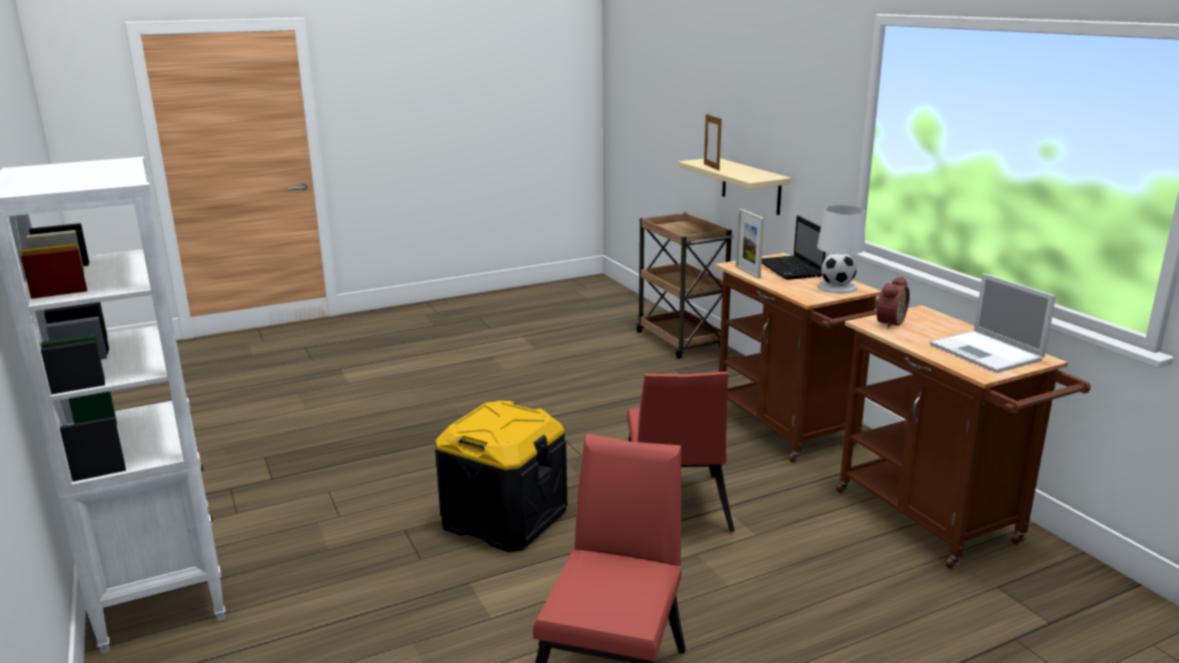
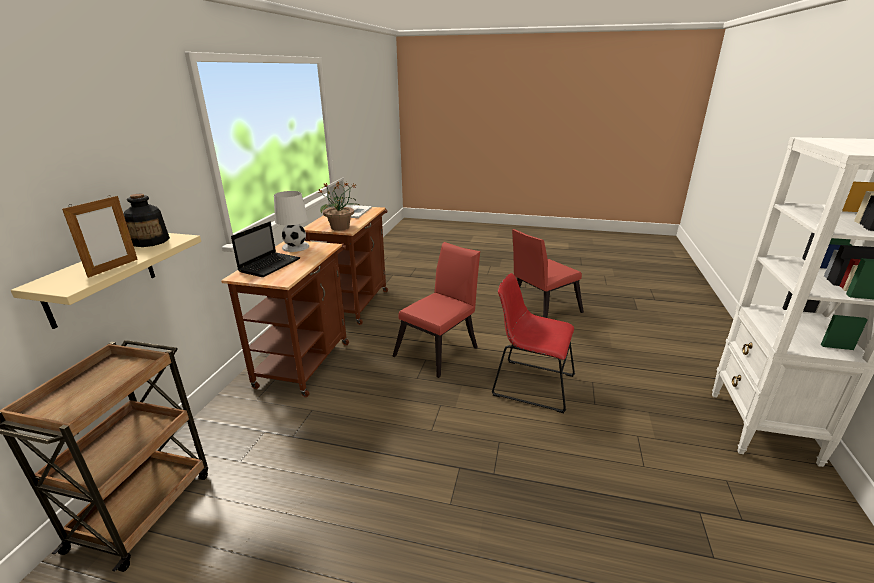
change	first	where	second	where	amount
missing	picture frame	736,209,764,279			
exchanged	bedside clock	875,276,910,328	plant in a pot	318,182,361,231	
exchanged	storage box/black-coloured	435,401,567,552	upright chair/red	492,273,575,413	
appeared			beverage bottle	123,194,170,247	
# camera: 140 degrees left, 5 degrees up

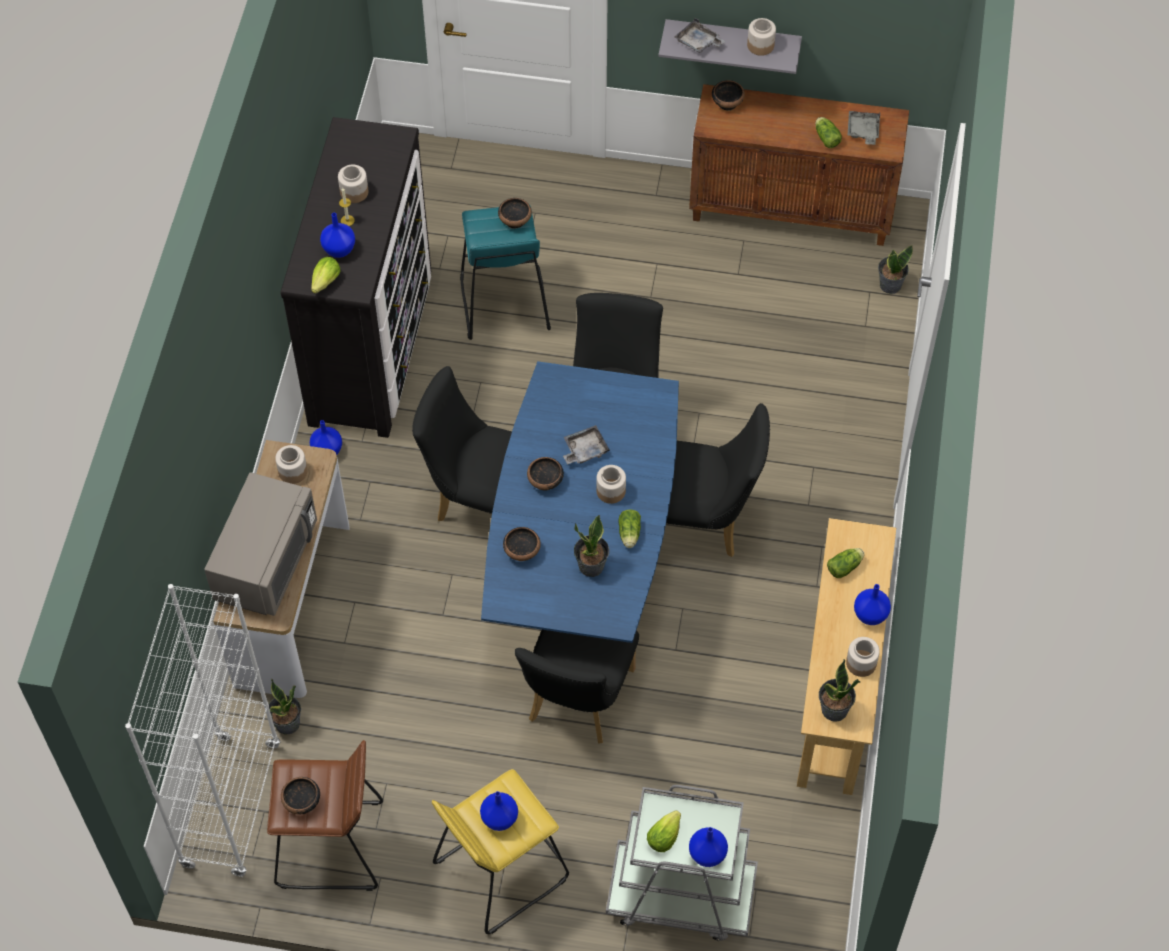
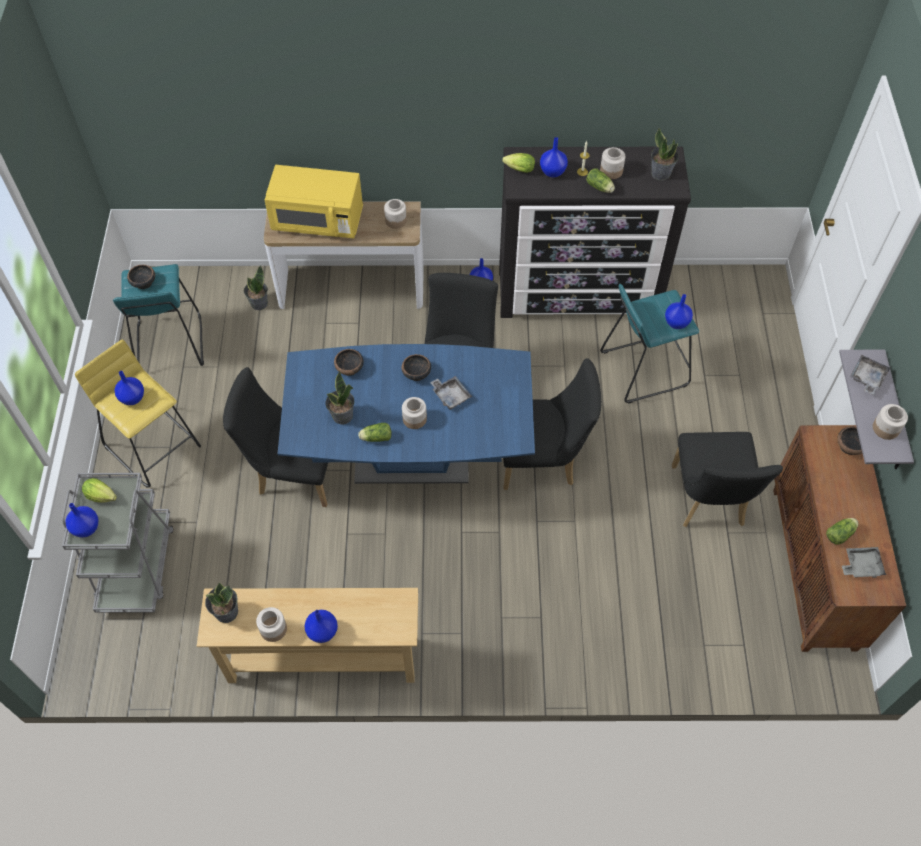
change	first	where	second	where	amount
exchanged	bowl	498,198,532,229	decorative vase/blue	665,294,693,329	
relocated	plant in a pot	878,245,913,294		651,128,679,180	
relocated	upright chair/black-coloured	666,403,770,557		672,432,783,527	
colour	kitchen microwave/grey	204,472,317,616	kitchen microwave/yellow-coloured	265,165,363,238	
relocated	lettuce	827,548,864,578		586,168,615,193	
missing	bookcase/white-coloured	125,584,281,878			
colour	stool seat/brownish	267,740,383,891	stool seat/turquoise-coloured	113,264,204,366	
# camera: 80 degrees right, 0 degrees up

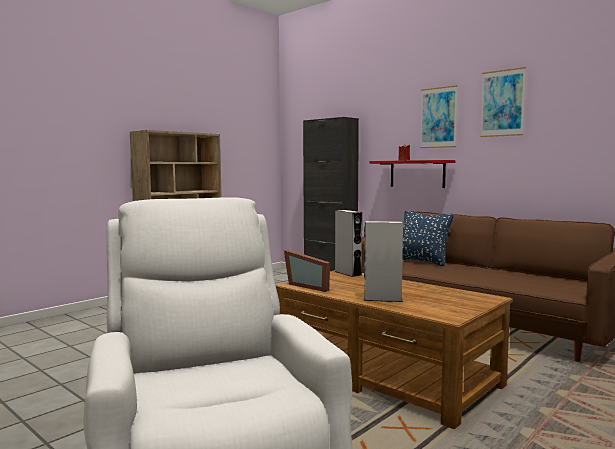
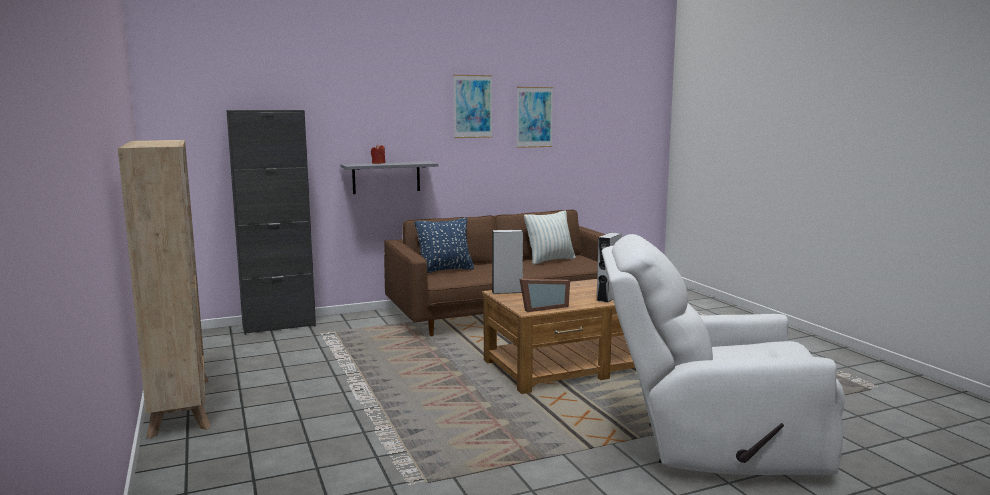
change	first	where	second	where	amount
relocated	wall picture	420,85,458,148		517,87,553,148	
colour	wall shelf/red	369,160,455,188	wall shelf/grey	340,161,438,194	
appeared			throw pillow	524,210,576,265	
# camera: 65 degrees left, 5 degrees up

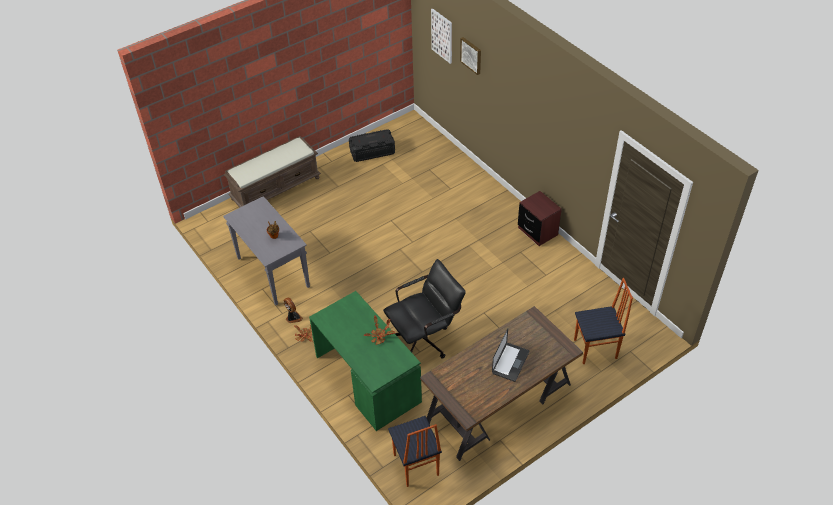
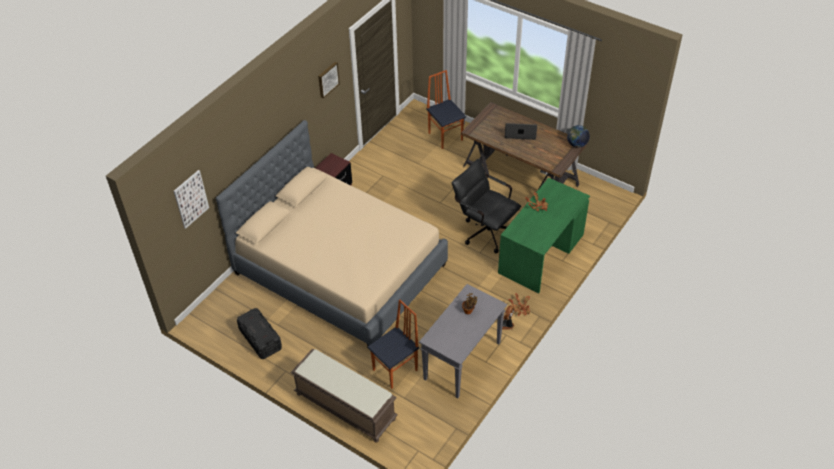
change	first	where	second	where	amount
relocated	wall picture	460,37,481,75		318,62,340,98	
relocated	upright chair	388,416,442,487		367,299,419,389	
appeared			sleeping bed/sand-coloured	216,120,448,346	
appeared			world globe	567,125,590,148	
# camera: 110 degrees left, 0 degrees up

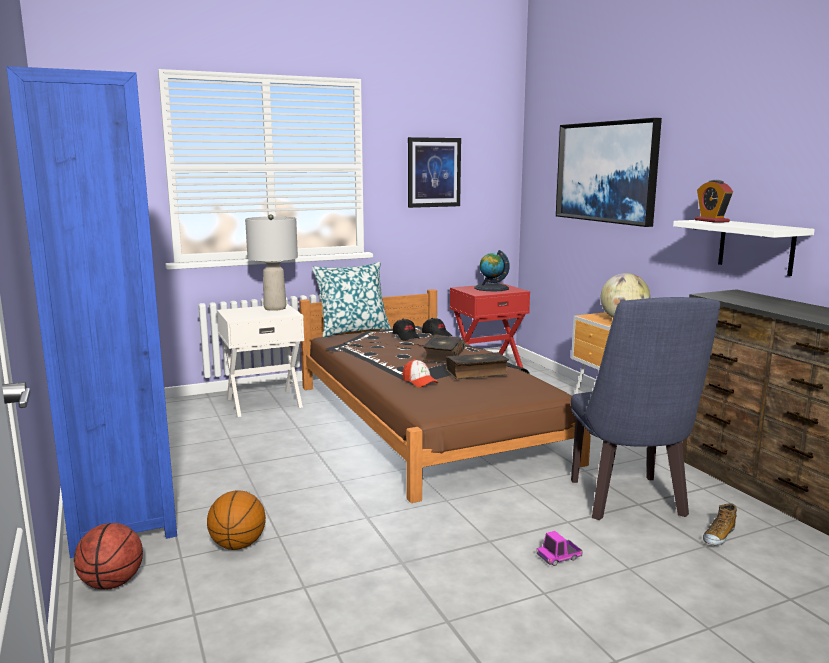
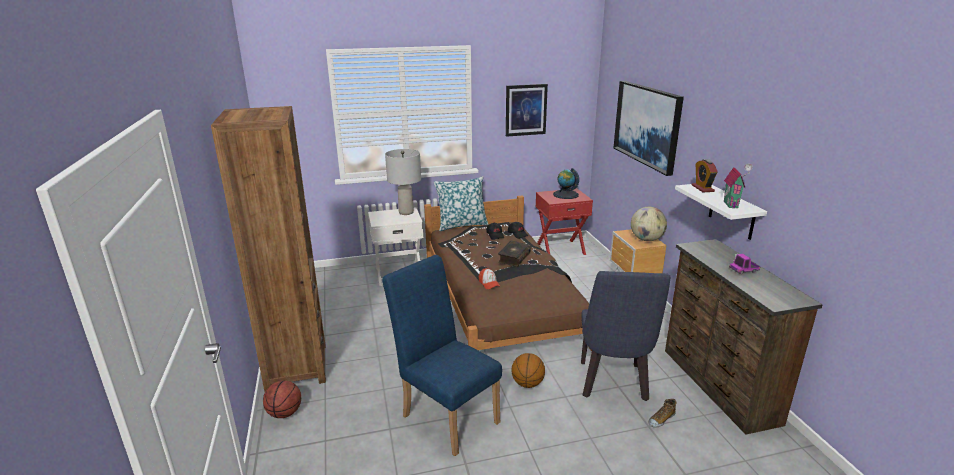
change	first	where	second	where	amount
colour	bookcase/blue	6,66,177,558	bookcase/brownish	211,106,326,392	
missing	volume	446,352,509,379			
relocated	ball for basketball	207,490,266,550		511,353,545,388	
relocated	toy lorry	537,531,583,566		729,254,760,274	
appeared			model house	724,164,753,209	
appeared			upright chair/blue	382,255,502,456	
# camera: 10 degrees right, 10 degrees up

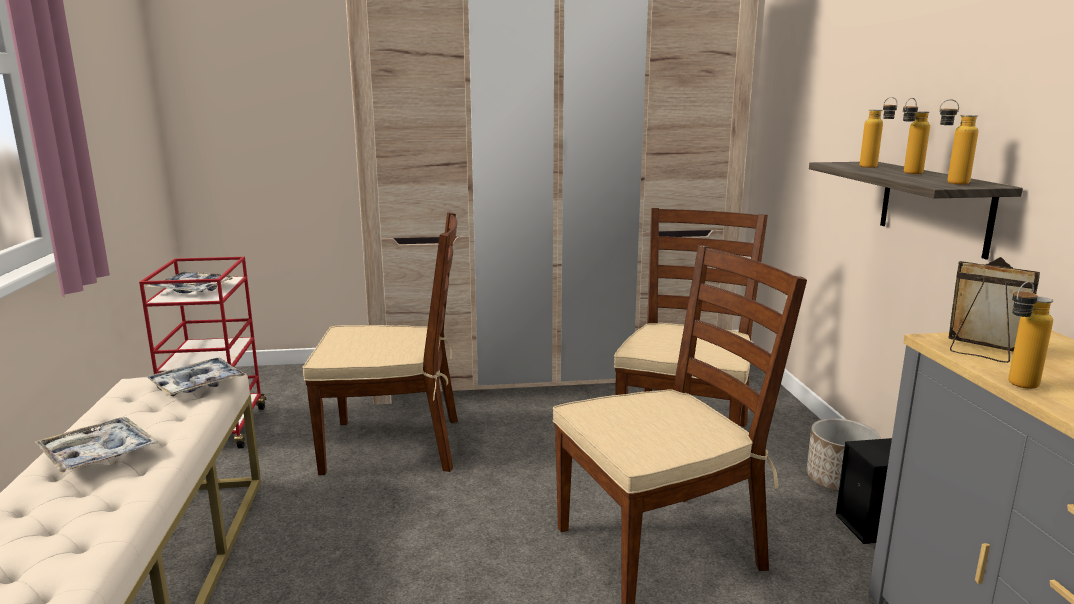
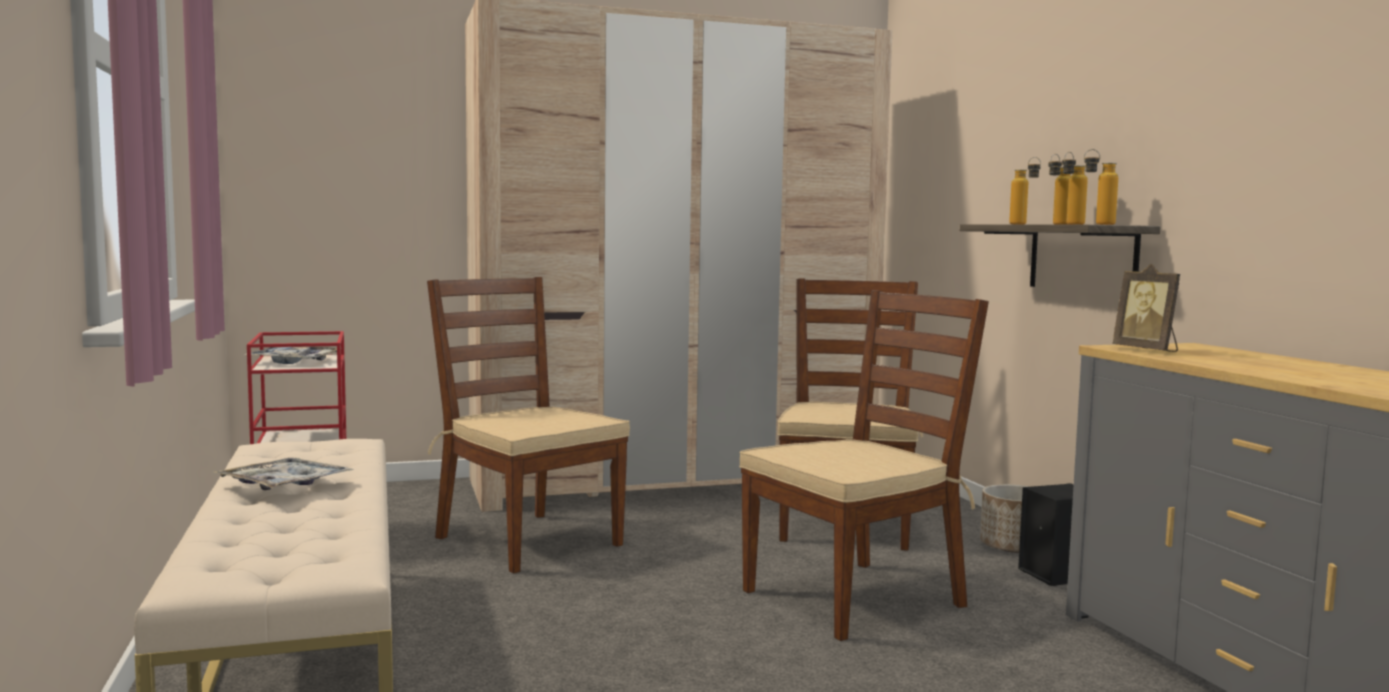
change	first	where	second	where	amount
spun	upright chair/brownish	302,212,458,475		427,277,630,573	120 degrees counterclockwise
spun	picture frame	949,257,1040,363		1112,264,1180,352	150 degrees counterclockwise
relocated	beverage bottle	1008,281,1053,389		1062,152,1088,225	
missing	serving tray	146,357,245,396			
# camera: 10 degrees left, 10 degrees down

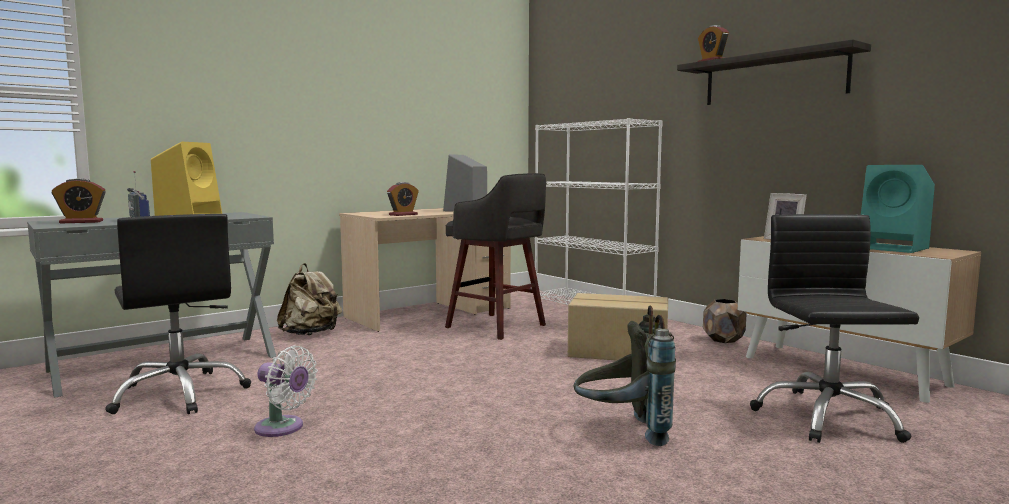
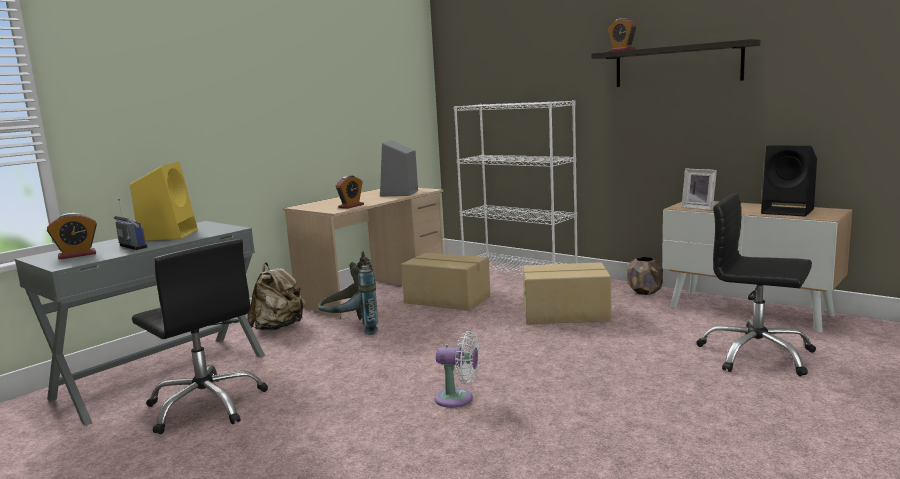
change	first	where	second	where	amount
colour	audio speaker/turquoise-coloured	861,165,935,253	audio speaker/black-coloured	761,146,817,217	
exchanged	stool seat/grey	445,173,546,340	carton	401,252,491,311	
spun	desk chair/black-coloured	750,214,919,443		696,193,816,376	45 degrees counterclockwise
relocated	backpack/grey	573,306,676,446		318,251,378,335	
relocated	electric fan/white-coloured	254,345,318,437		435,331,480,408	
# camera: 10 degrees left, 5 degrees up

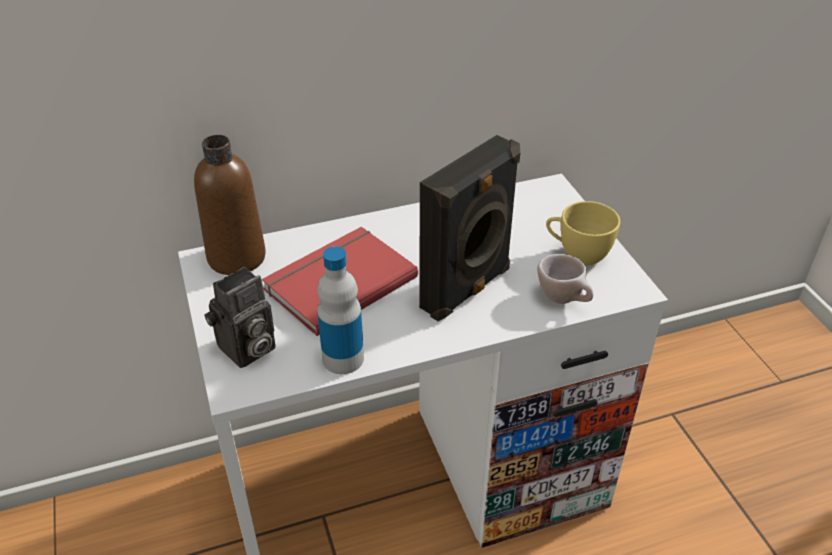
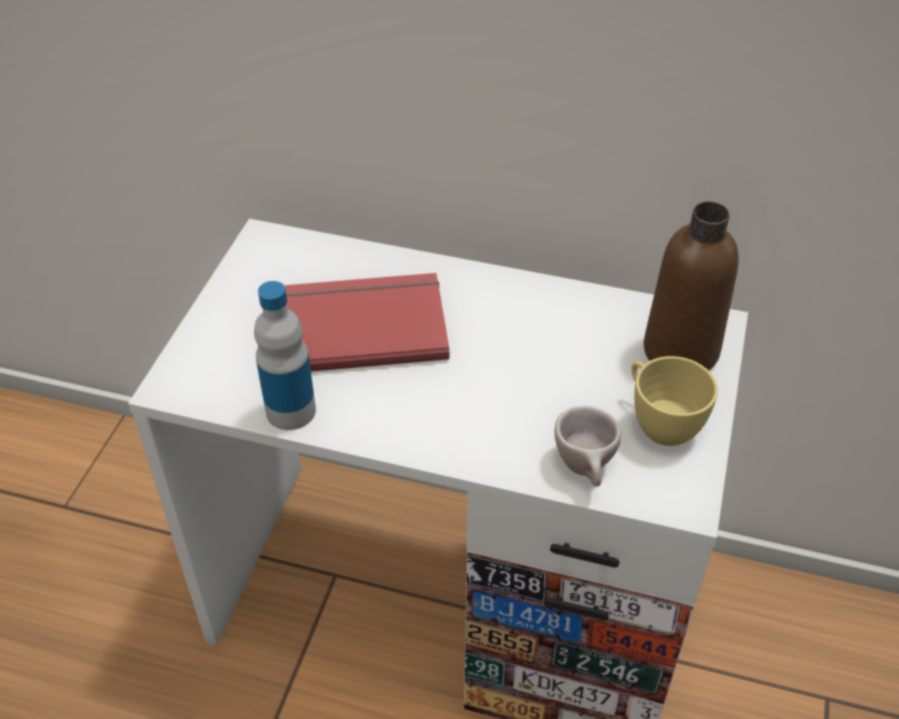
change	first	where	second	where	amount
relocated	beverage bottle/brownish	194,135,266,275		644,202,739,371	
missing	audio speaker/black-coloured	419,135,520,321			
missing	photo camera	204,267,276,368			
# camera: 35 degrees right, 5 degrees up

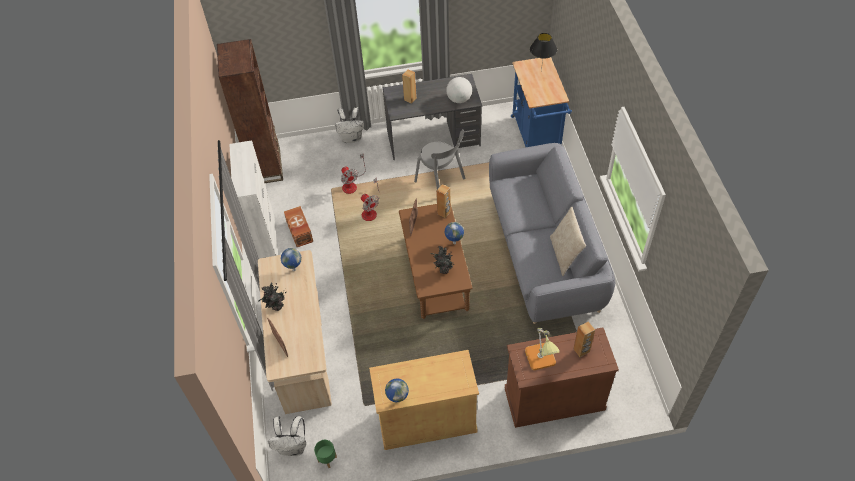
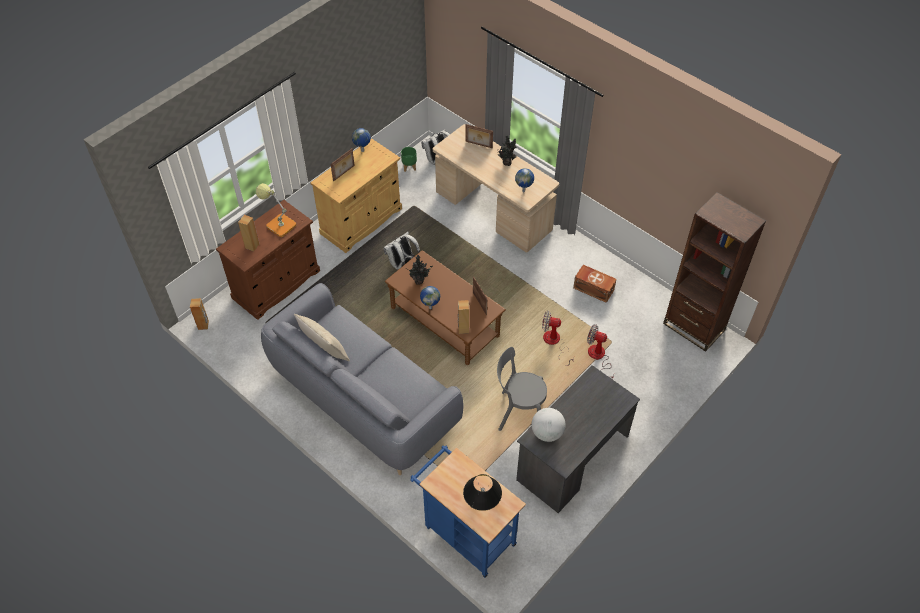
change	first	where	second	where	amount
relocated	audio speaker/brownish	402,69,417,104		190,298,209,330	
relocated	backpack/white-coloured	335,107,364,143		383,232,420,270	
missing	cupboard/white-coloured	229,140,278,259			
appeared			picture frame	331,148,355,182	
# camera: 140 degrees right, 0 degrees up

